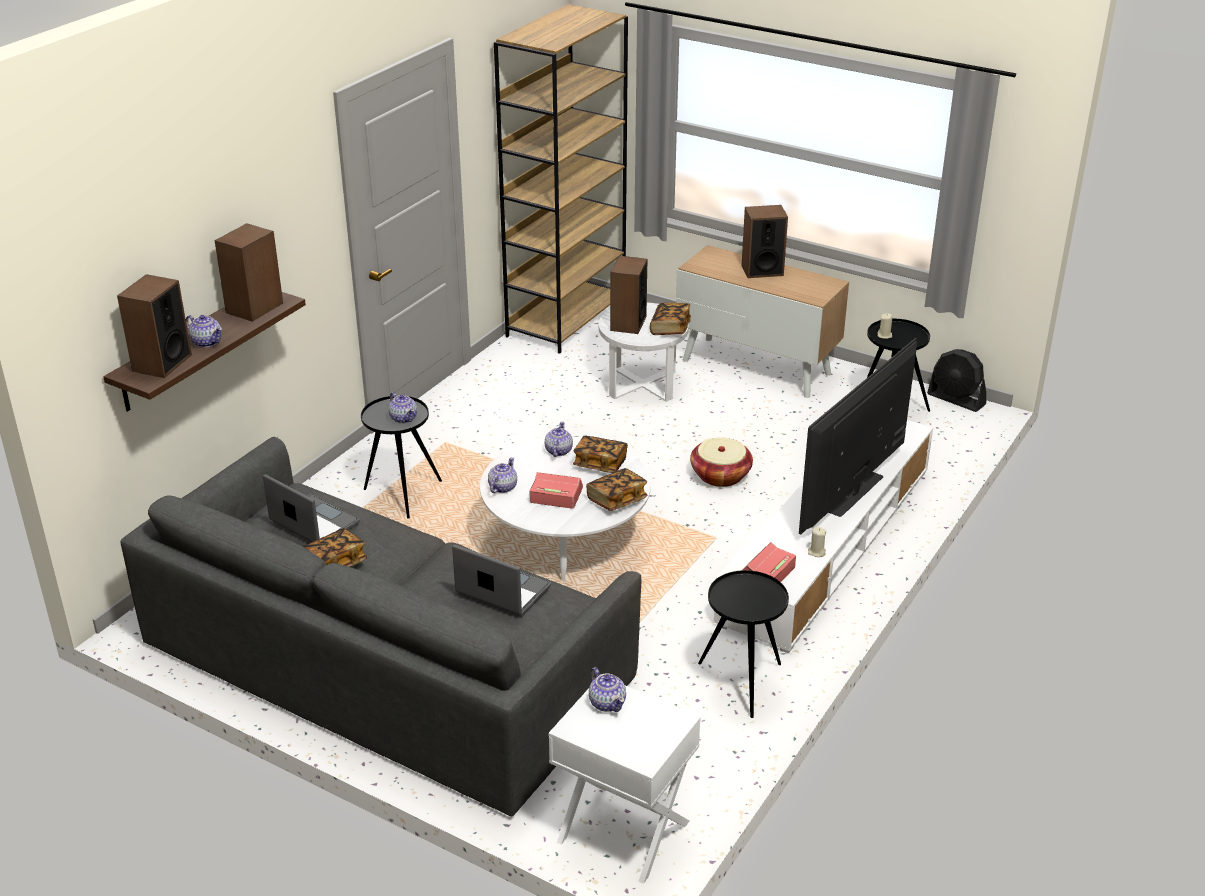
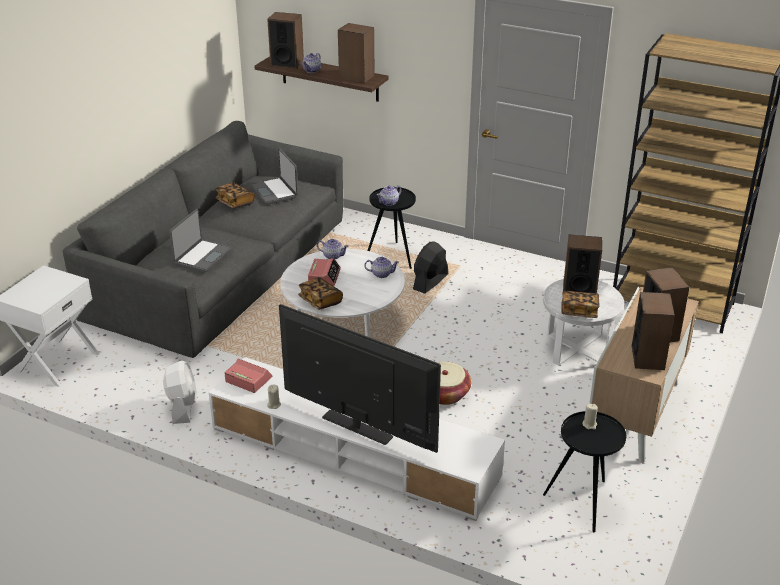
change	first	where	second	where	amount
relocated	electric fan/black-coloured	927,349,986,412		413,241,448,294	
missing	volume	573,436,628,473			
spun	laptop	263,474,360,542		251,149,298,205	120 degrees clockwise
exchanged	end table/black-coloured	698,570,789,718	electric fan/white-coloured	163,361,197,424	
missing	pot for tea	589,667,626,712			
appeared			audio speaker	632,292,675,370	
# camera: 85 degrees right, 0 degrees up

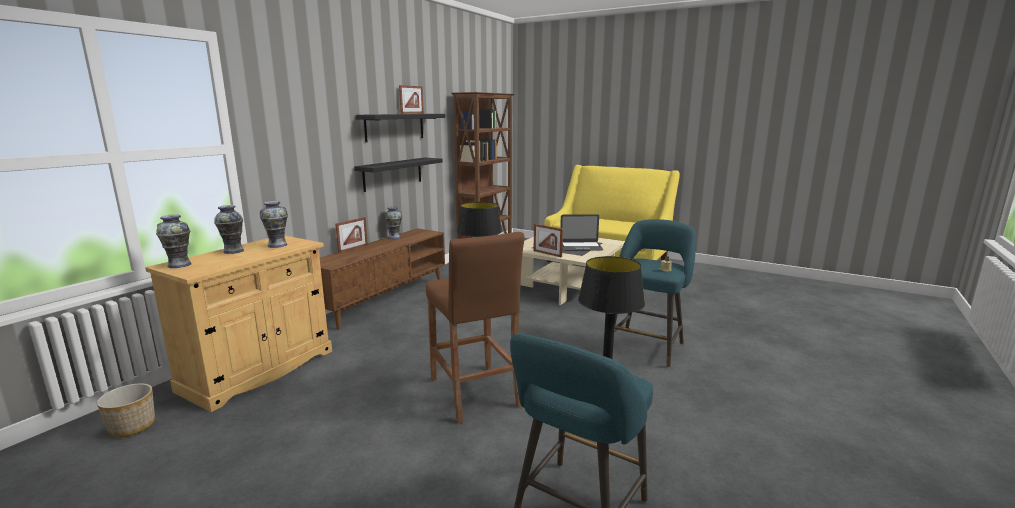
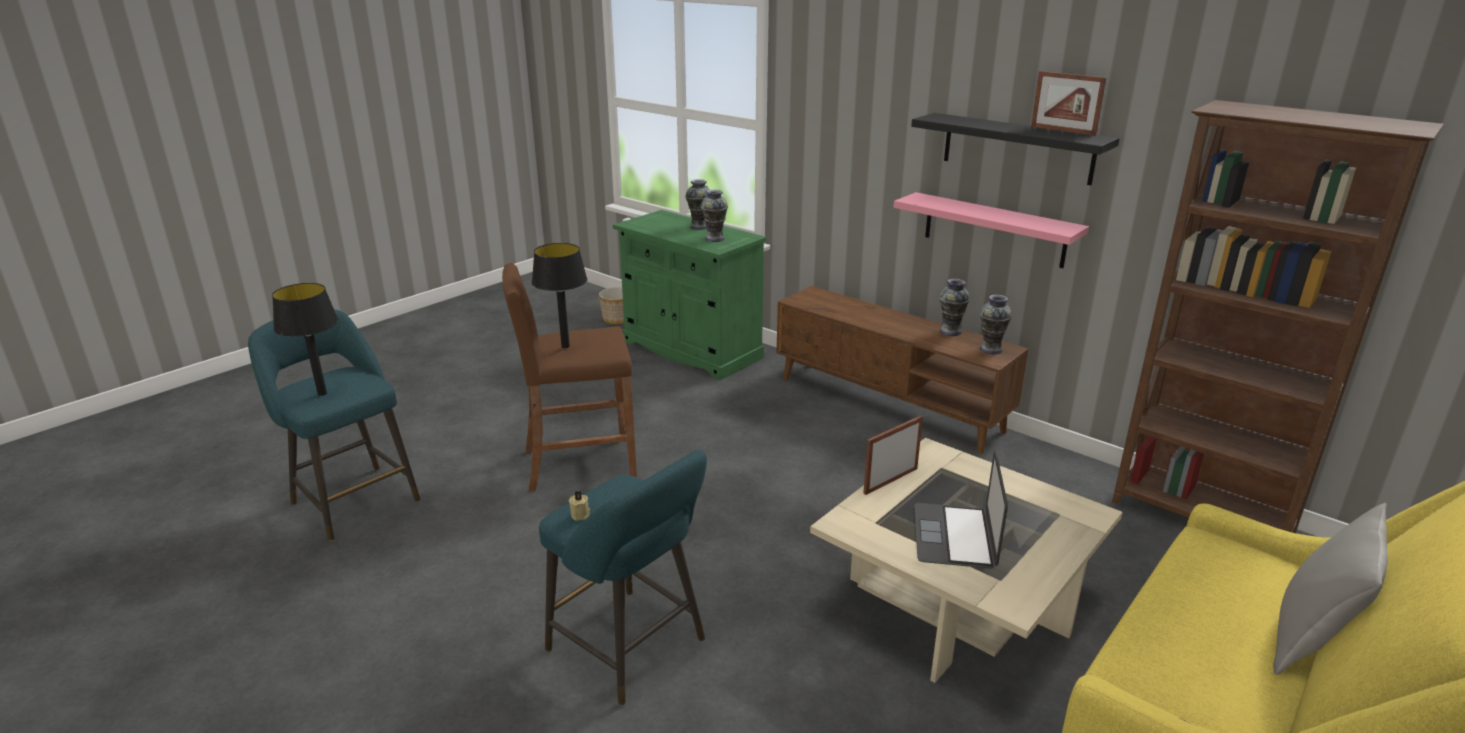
change	first	where	second	where	amount
colour	wall shelf/black-coloured	354,158,443,192	wall shelf/pinkish	894,192,1089,268	
relocated	decorative vase	156,214,192,268		980,295,1012,354	
missing	picture frame	335,217,368,253			
colour	cupboard/sand-coloured	145,235,332,412	cupboard/green-coloured	613,210,767,380	
appeared			throw pillow/grey	1273,503,1388,675	
# camera: 100 degrees right, 10 degrees up

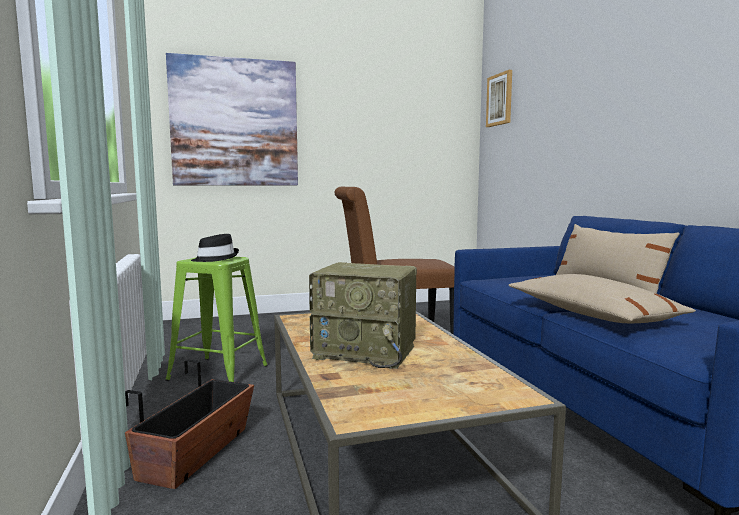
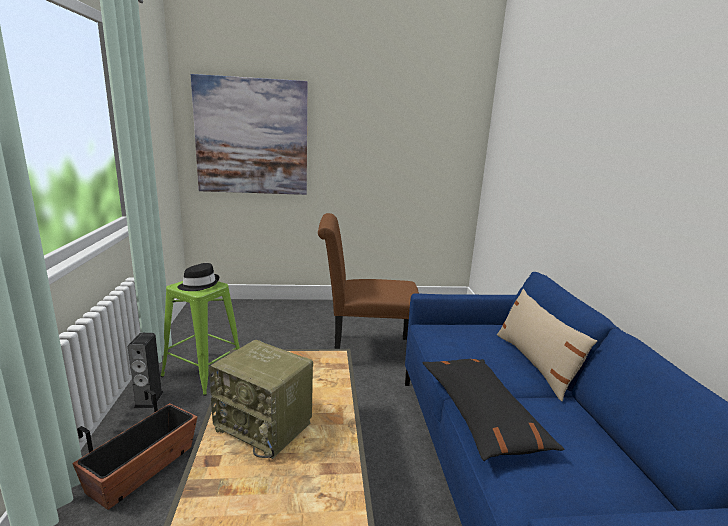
change	first	where	second	where	amount
missing	wall picture	486,70,512,127			
colour	throw pillow/sand-coloured	509,274,696,323	throw pillow/black-coloured	423,359,564,461	
appeared			audio speaker	128,333,163,408	
# camera: 10 degrees right, 10 degrees up

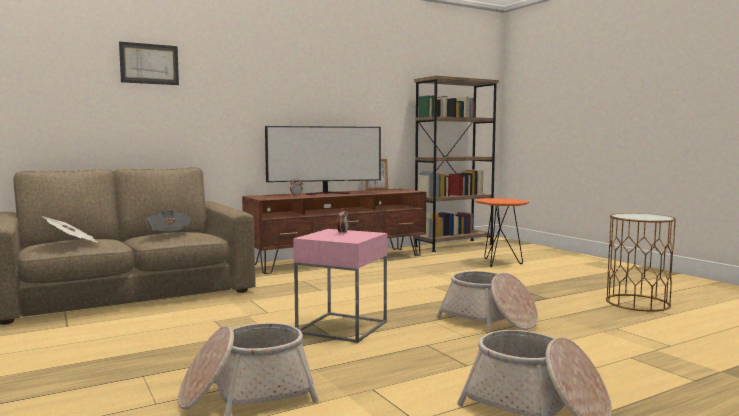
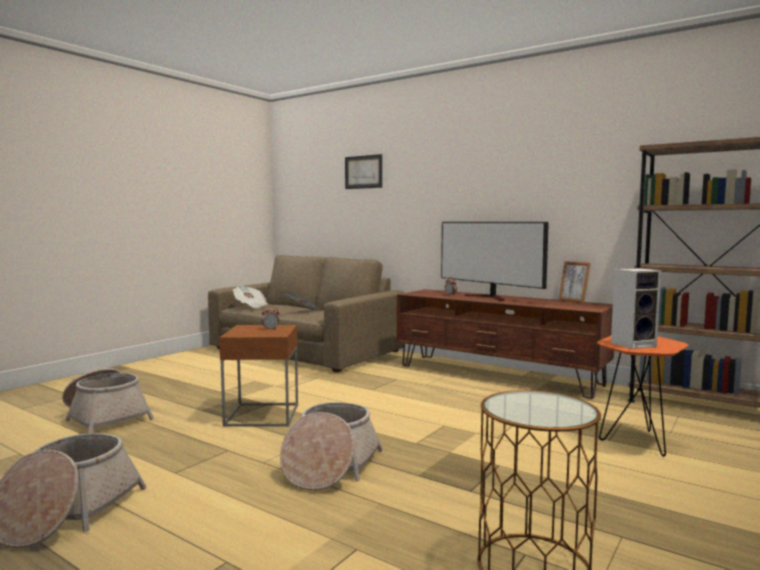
change	first	where	second	where	amount
colour	end table/pinkish	293,229,387,343	end table/brownish	219,325,298,426	
appeared			audio speaker	611,268,661,349	
# camera: 65 degrees right, 0 degrees up

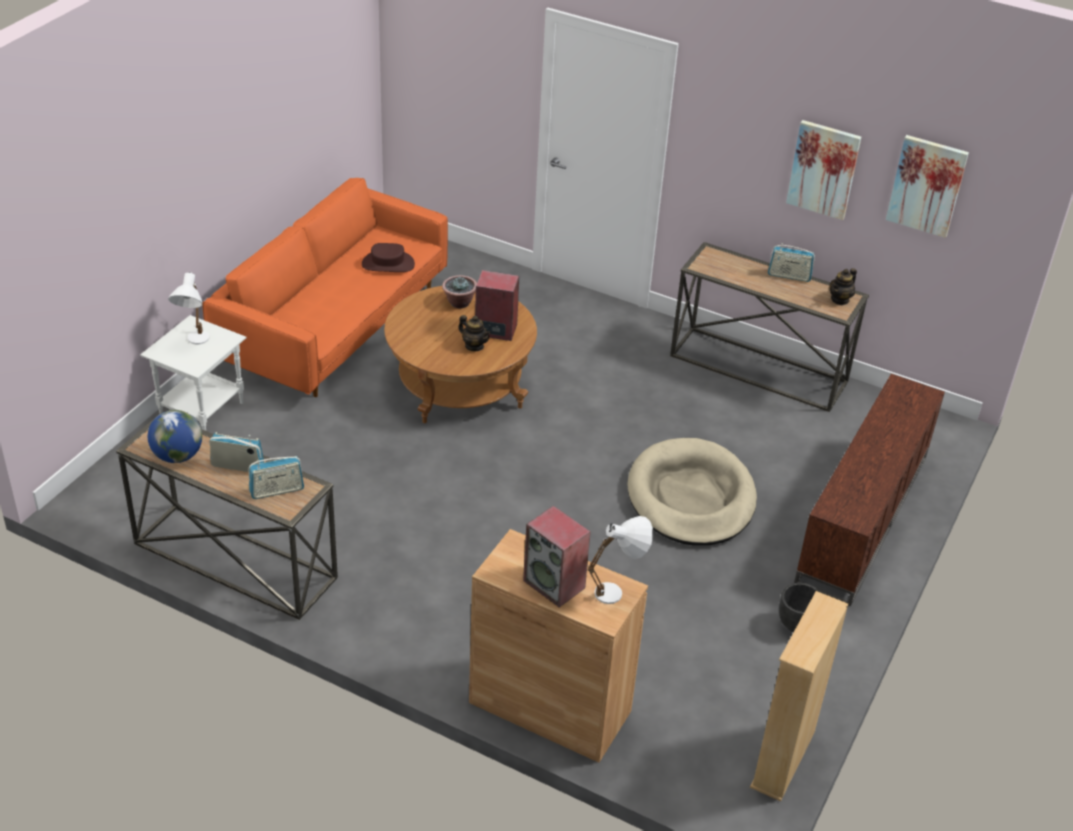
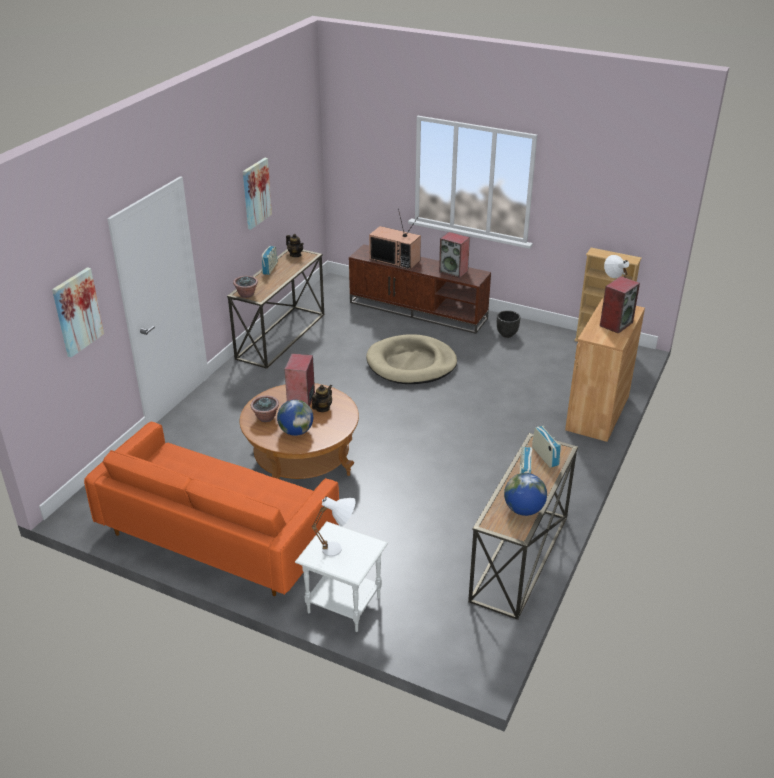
change	first	where	second	where	amount
relocated	wall picture	886,135,969,238		52,267,104,357	
missing	hat/brownish	362,243,415,272			
appeared			TV	369,209,421,269	
appeared			audio speaker	439,232,470,278	
appeared			plant in a pot	233,276,258,298	
appeared			world globe	277,400,313,436	
# camera: 90 degrees left, 5 degrees down

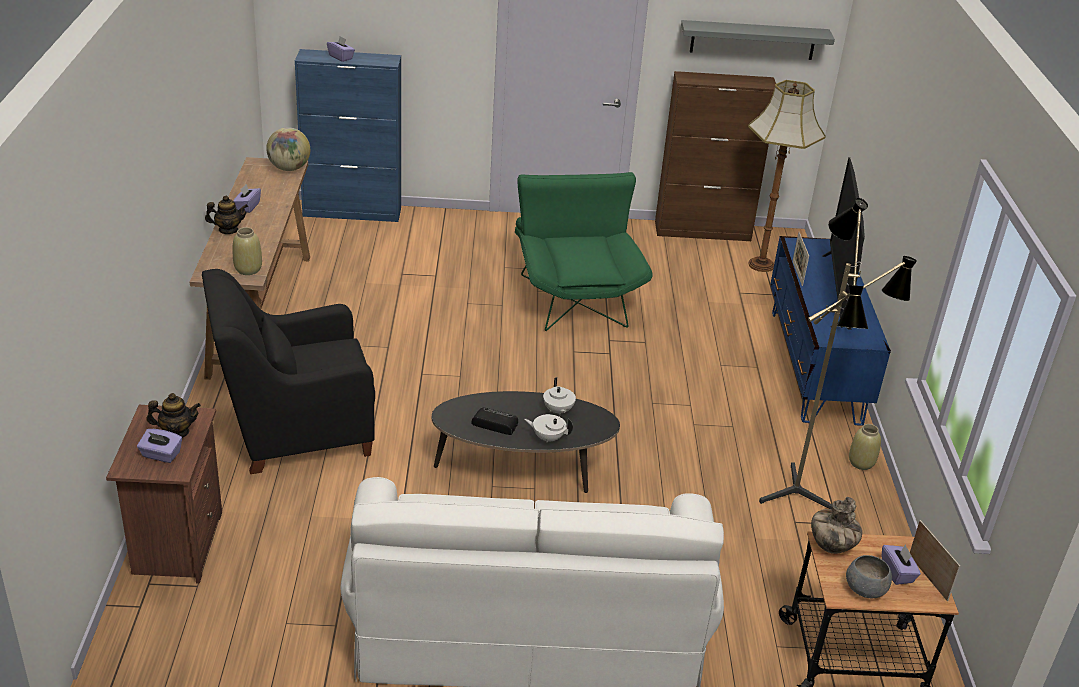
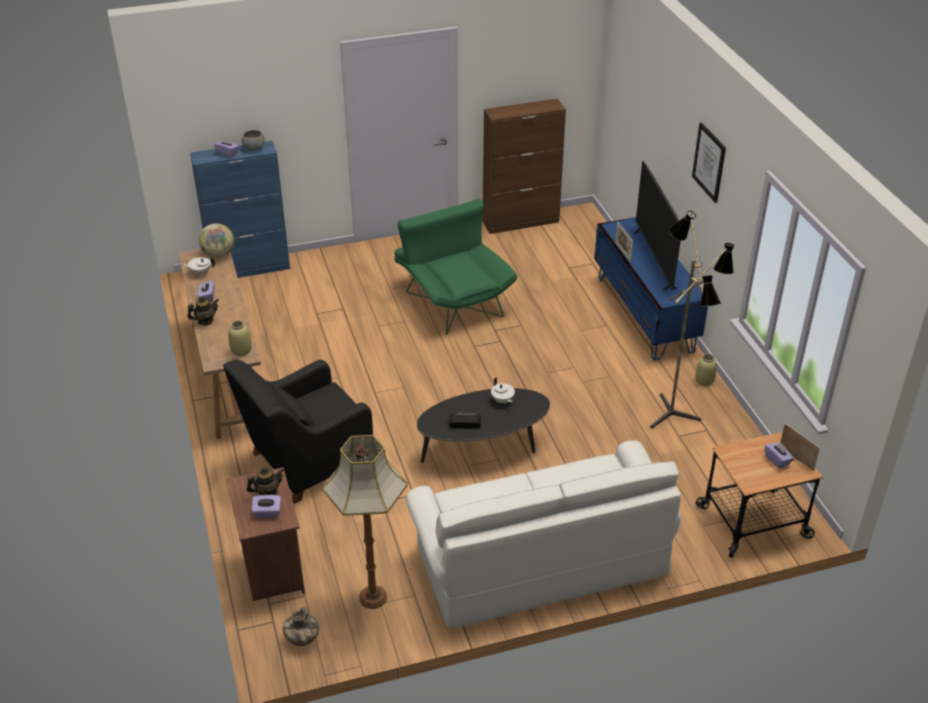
change	first	where	second	where	amount
missing	wall shelf/grey	681,20,835,60			
relocated	standard lamp	748,80,826,272		322,435,408,609	
relocated	pot for tea/white-coloured	524,414,573,443		183,257,215,276	
relocated	decorative vase	811,497,862,554		283,607,319,646	
relocated	bowl/grey	846,555,892,598		242,130,265,151	
appeared			wall picture	692,123,726,203	
# camera: 15 degrees left, 5 degrees up

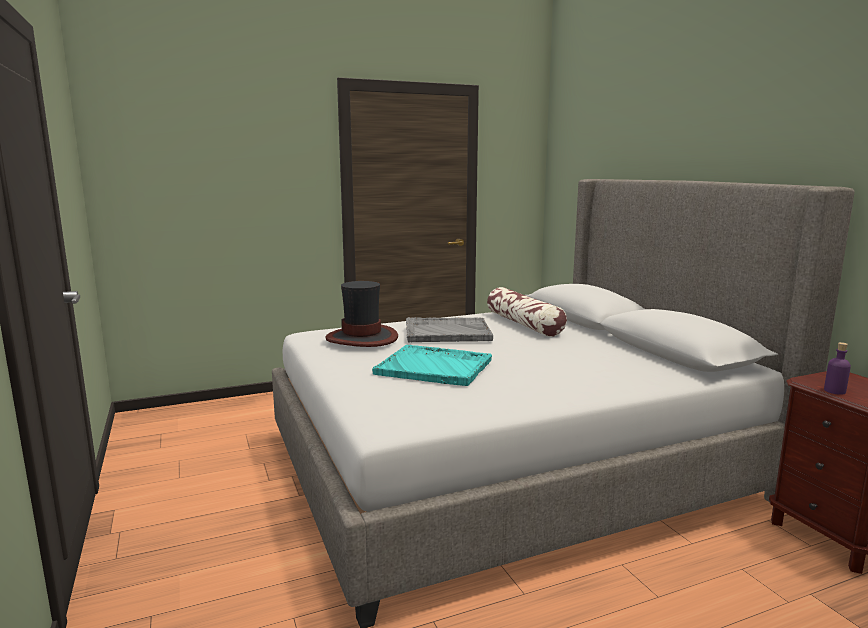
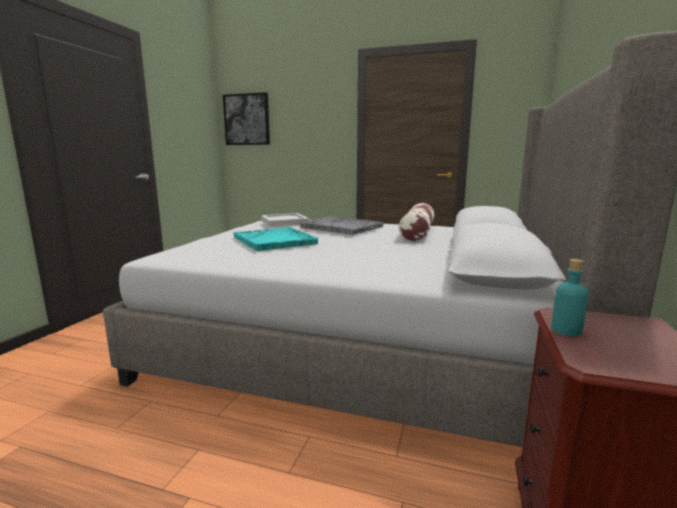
change	first	where	second	where	amount
exchanged	hat	325,281,398,347	serving tray/white-coloured	261,213,310,227	
colour	beverage bottle/purple-coloured	824,342,851,395	beverage bottle/turquoise-coloured	551,259,589,336	
appeared			wall picture	223,92,270,145	
# camera: 40 degrees right, 0 degrees up

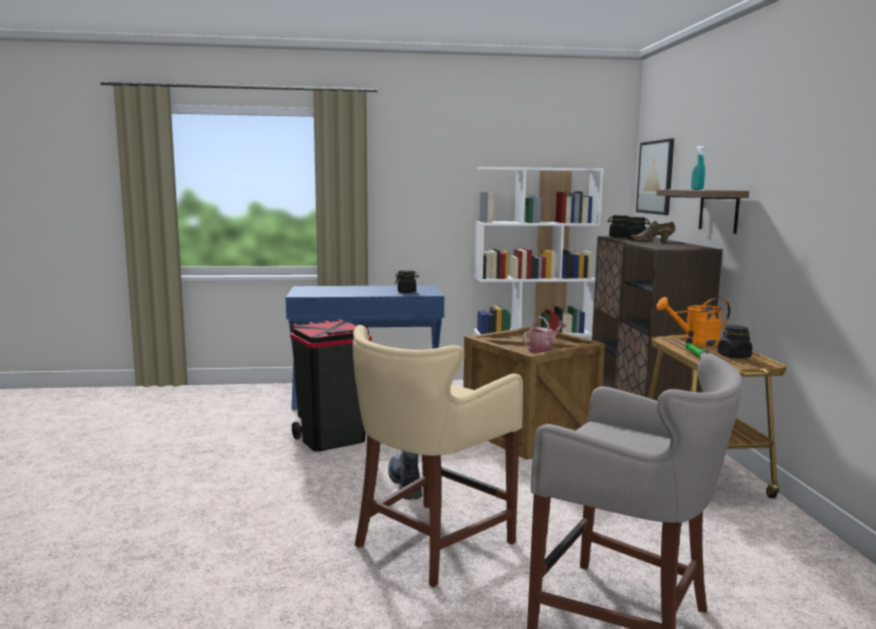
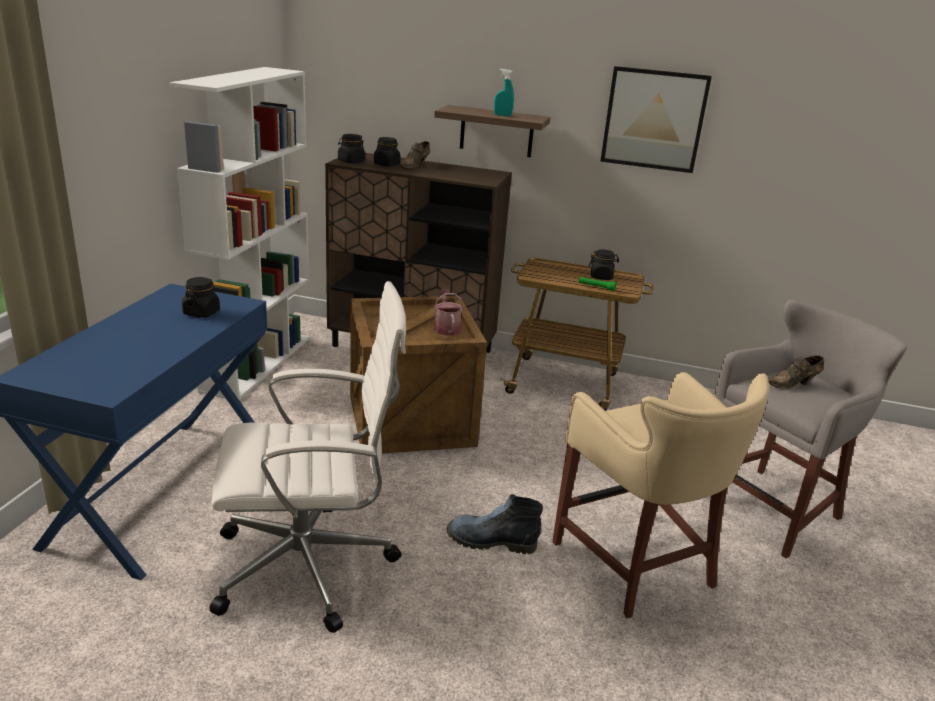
change	first	where	second	where	amount
relocated	wall picture	636,139,674,215		600,66,712,173	
missing	watering can/orange-coloured	656,297,731,346			
exchanged	trash can/black-coloured	290,319,372,452	desk chair/white-coloured	210,281,406,633	
appeared			low shoe/brownish	768,355,824,389	
# camera: 70 degrees left, 15 degrees up

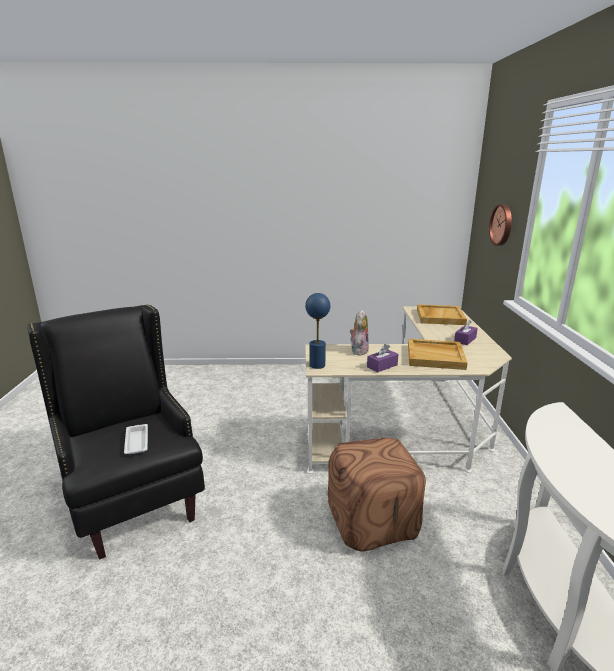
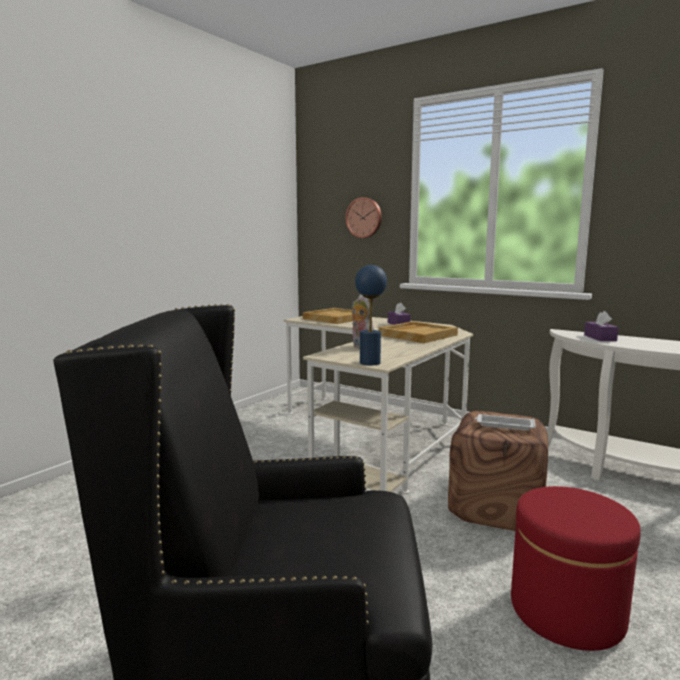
change	first	where	second	where	amount
relocated	tissue box/purple-coloured	367,344,398,373		584,311,619,341	
relocated	serving tray/white-coloured	124,424,148,454		475,414,536,431	
appeared			footrest/red	511,486,641,651	
# camera: 55 degrees left, 10 degrees down

